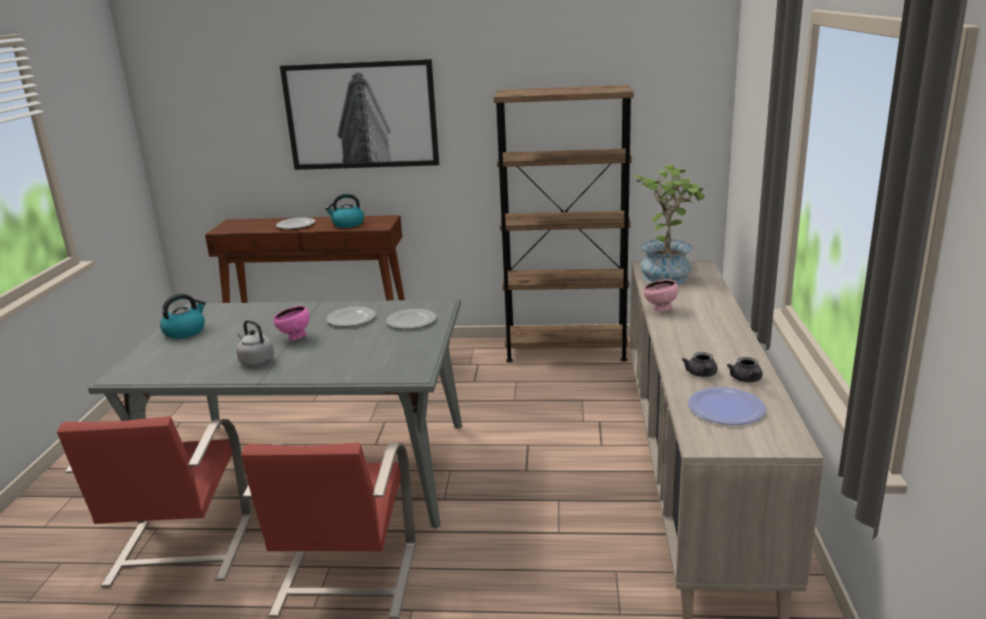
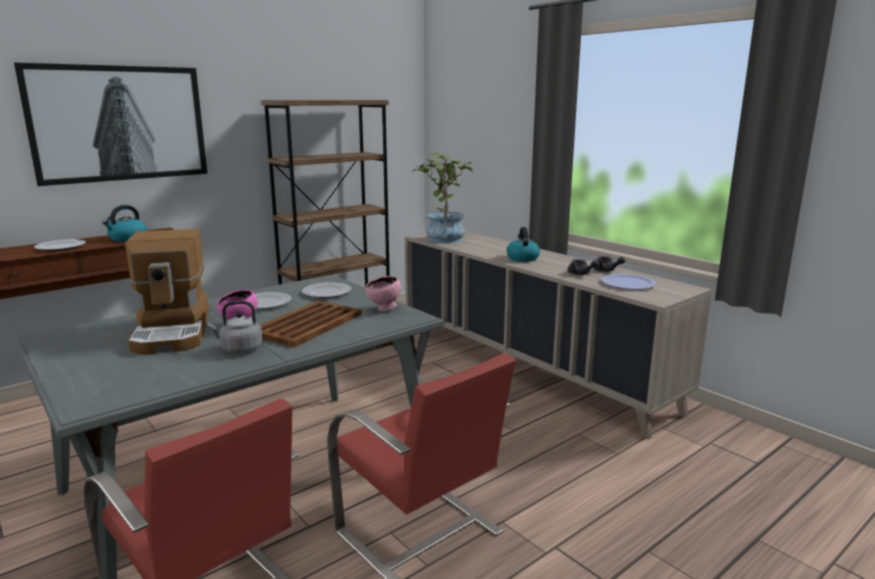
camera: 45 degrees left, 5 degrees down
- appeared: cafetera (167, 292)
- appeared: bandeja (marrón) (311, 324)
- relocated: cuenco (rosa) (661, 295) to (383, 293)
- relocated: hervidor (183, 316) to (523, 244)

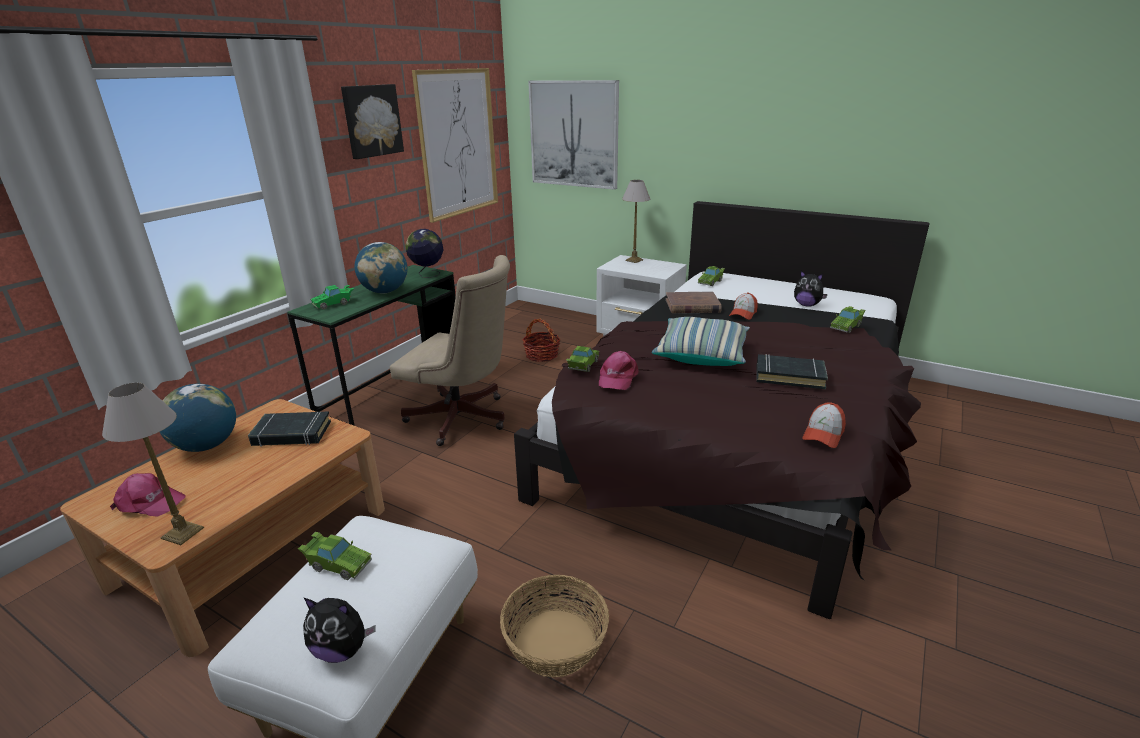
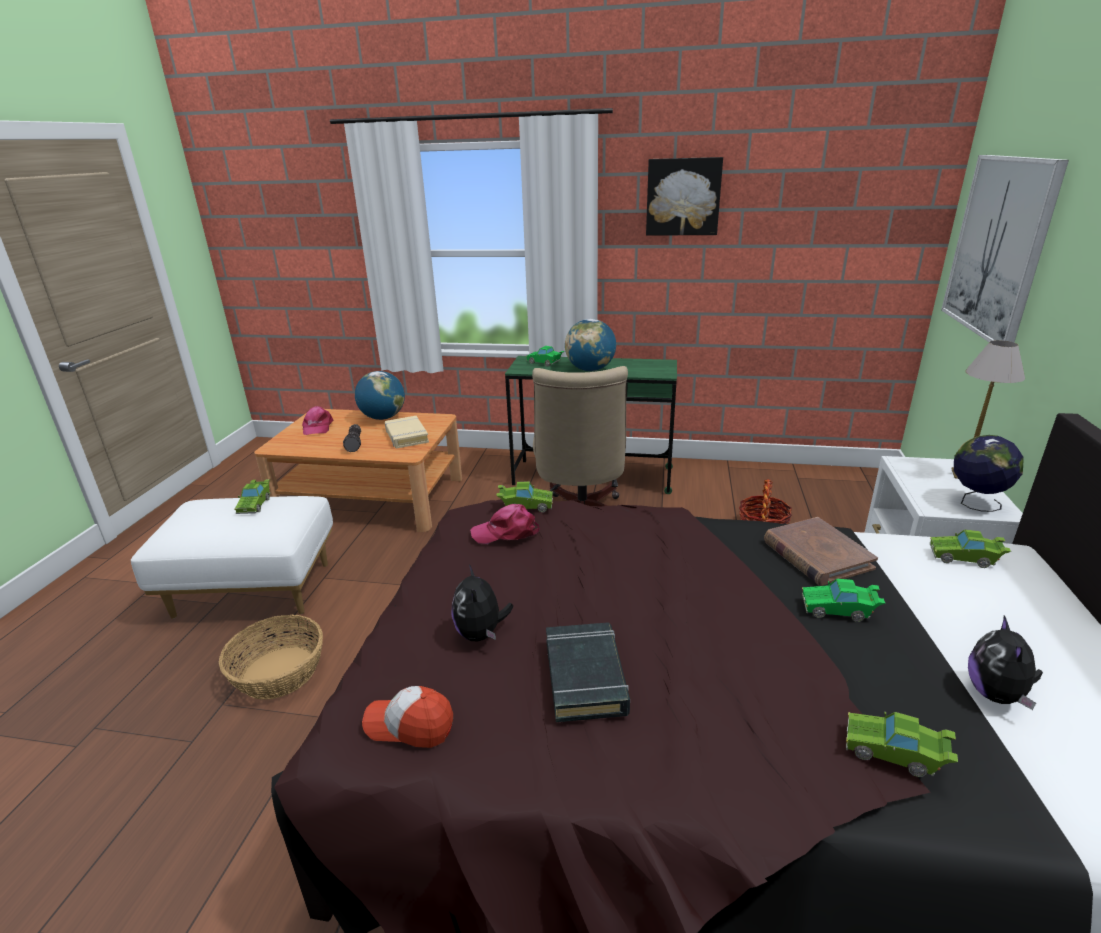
camera: 70 degrees right, 0 degrees up
- appeared: linterna (352, 438)
- colour: libro (negro) (289, 429) to libro (beis) (407, 432)
- relocated: peluche (339, 630) to (482, 602)
- exchanged: gorra (743, 306) to coche de juguete (verde) (843, 600)
- relocated: globo terráqueo (424, 253) to (989, 473)
- missing: lámpara de mesa (153, 464)
- missing: cuadro (455, 145)
- missing: cojín (701, 341)

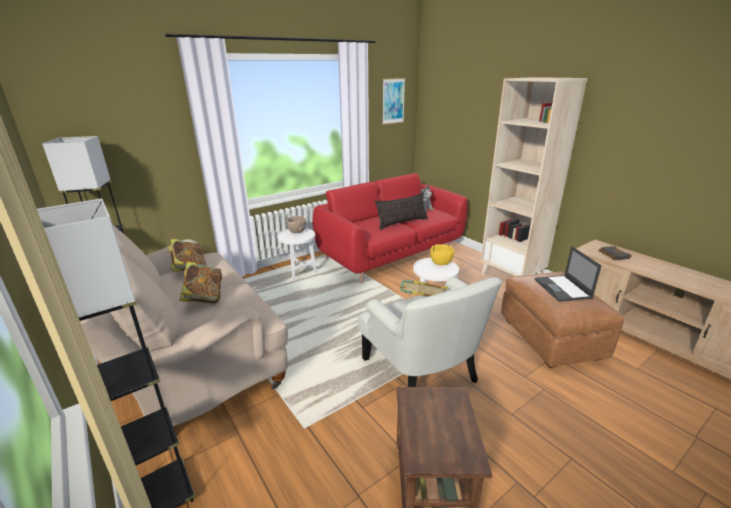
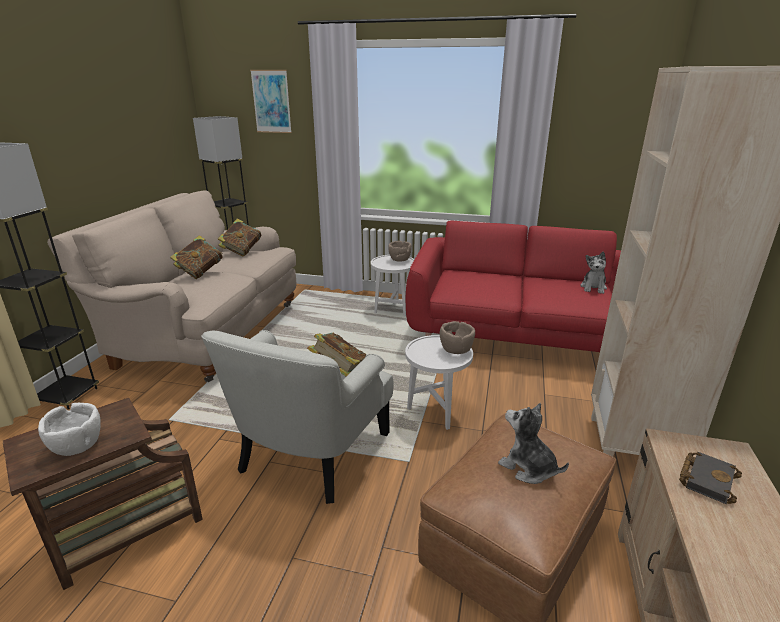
camera: 50 degrees right, 0 degrees up
- appeared: cuenco (blanco) (69, 429)
- relocated: cuadro (394, 101) to (271, 101)
- colour: cuenco (amarillo) (442, 254) to cuenco (marrón) (457, 337)
- exchanged: portátil (568, 274) to peluche (533, 443)
- missing: cojín (401, 211)

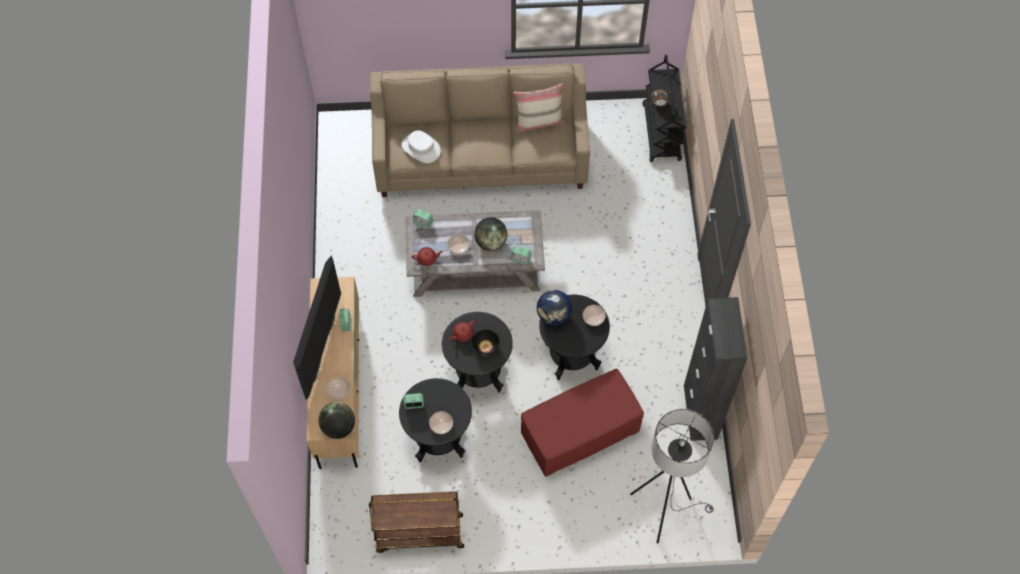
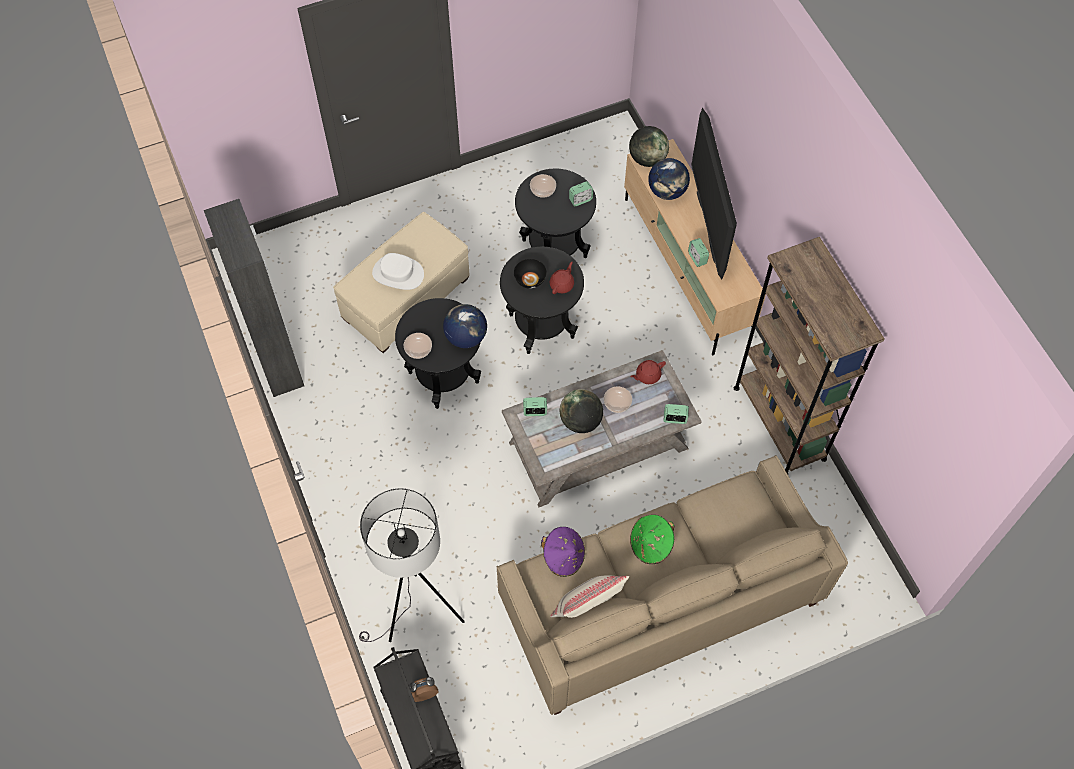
camera: 160 degrees right, 0 degrees up
- colour: puf (rojo) (582, 423) to puf (beis) (401, 282)
- relocated: lámpara de pie (gris) (672, 476) to (412, 565)
- relocated: sombrero (blanco) (421, 147) to (398, 271)
- appeared: sombrero (morado) (563, 552)
- appeared: sombrero (verde) (652, 539)
- exchanged: cuenco (338, 388) to globo terráqueo (669, 179)
- appeared: estantería (marrón) (809, 355)
- missing: carrito (marrón) (416, 522)

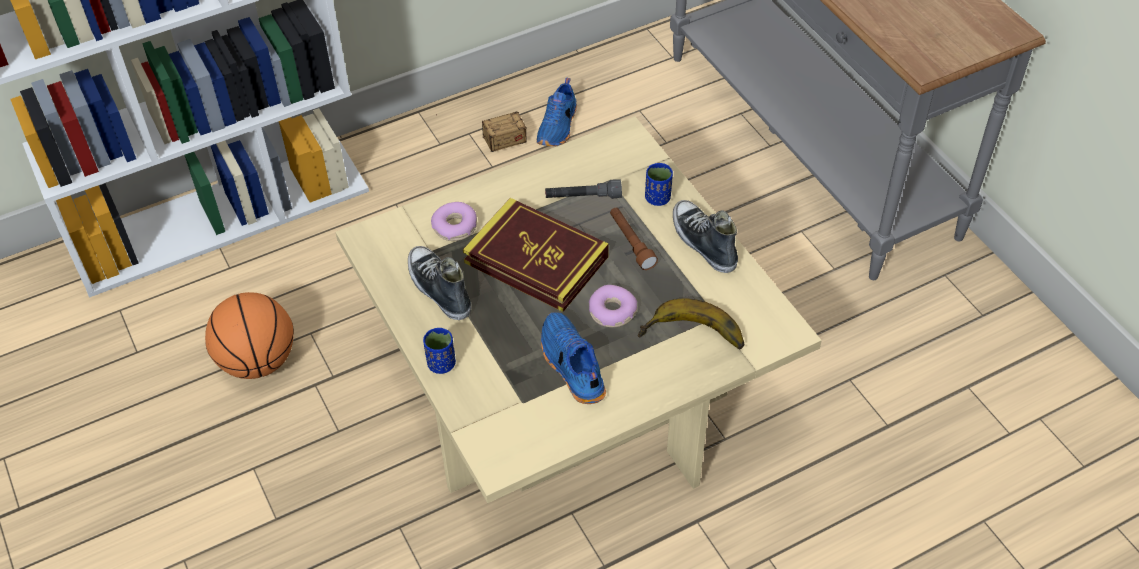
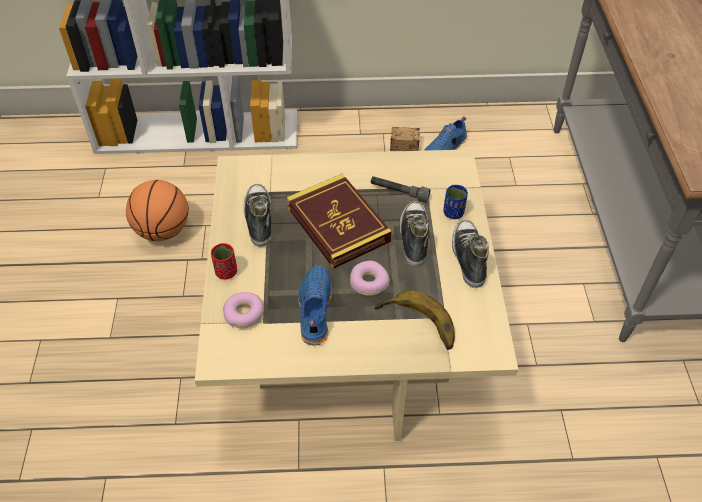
camera: 25 degrees right, 0 degrees up
- colour: taza (azul) (439, 351) to taza (rojo) (224, 261)
- relocated: rosquilla (454, 221) to (243, 310)
- exchanged: linterna (marrón) (634, 239) to zapato (414, 234)

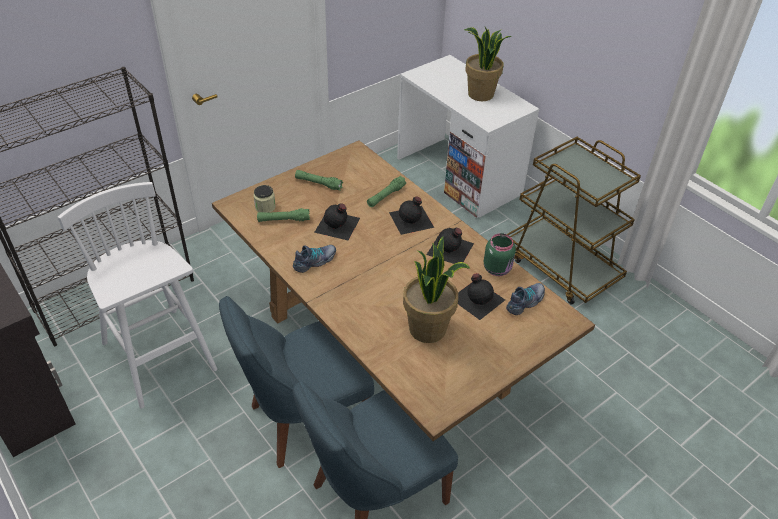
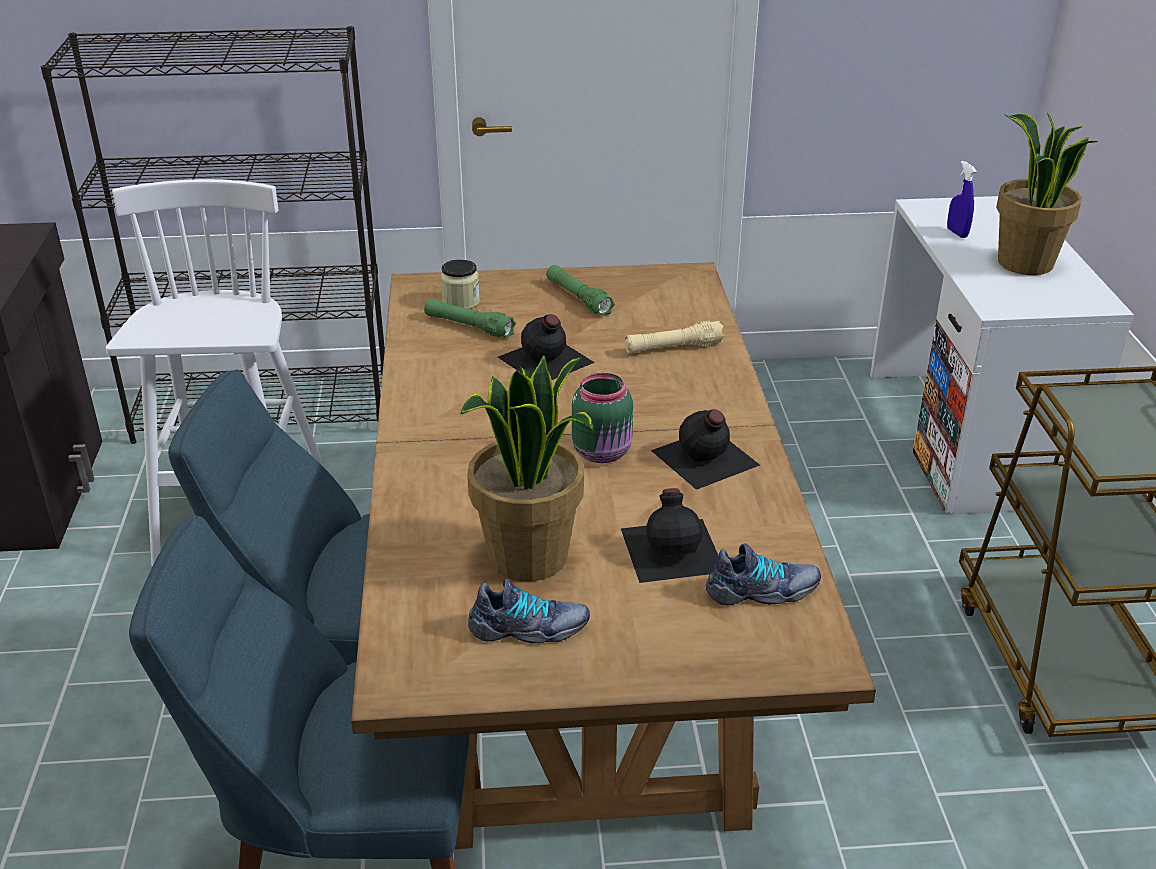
camera: 35 degrees right, 10 degrees down
- relocated: zapato (314, 259) to (529, 611)
- relocated: tarro (verde) (500, 254) to (602, 418)
- colour: linterna (verde) (386, 191) to linterna (beis) (674, 337)
- appeared: pulverizador (azul) (962, 199)
- missing: botella (negro) (412, 216)

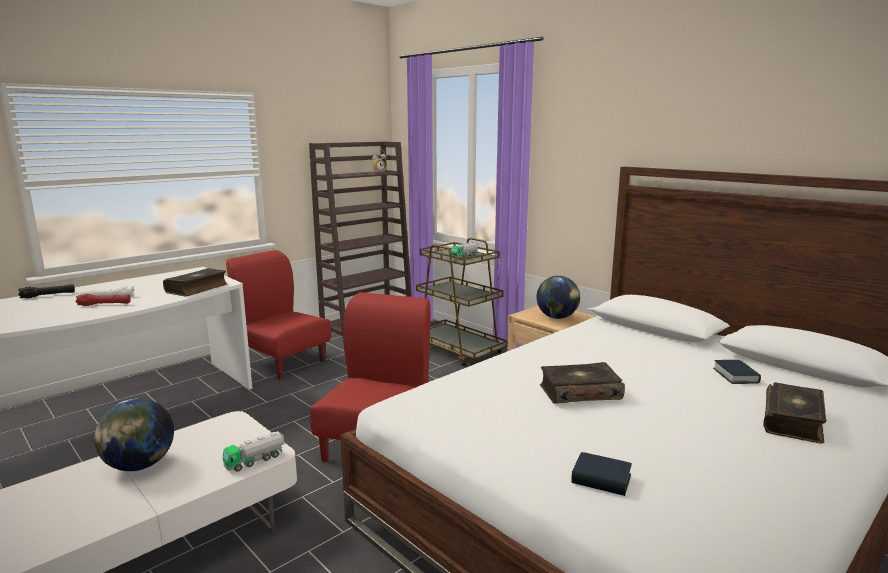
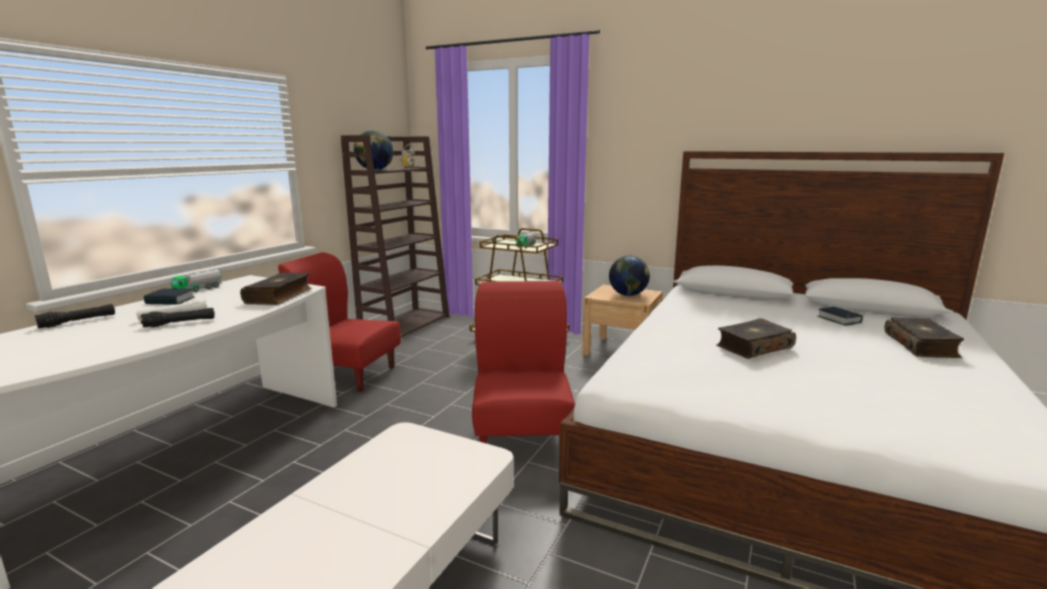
camera: 20 degrees left, 0 degrees up
- colour: linterna (rojo) (103, 300) to linterna (negro) (177, 318)
- relocated: libro (601, 474) to (169, 297)
- relocated: camión de juguete (253, 451) to (196, 280)
- relocated: globo terráqueo (134, 434) to (373, 150)

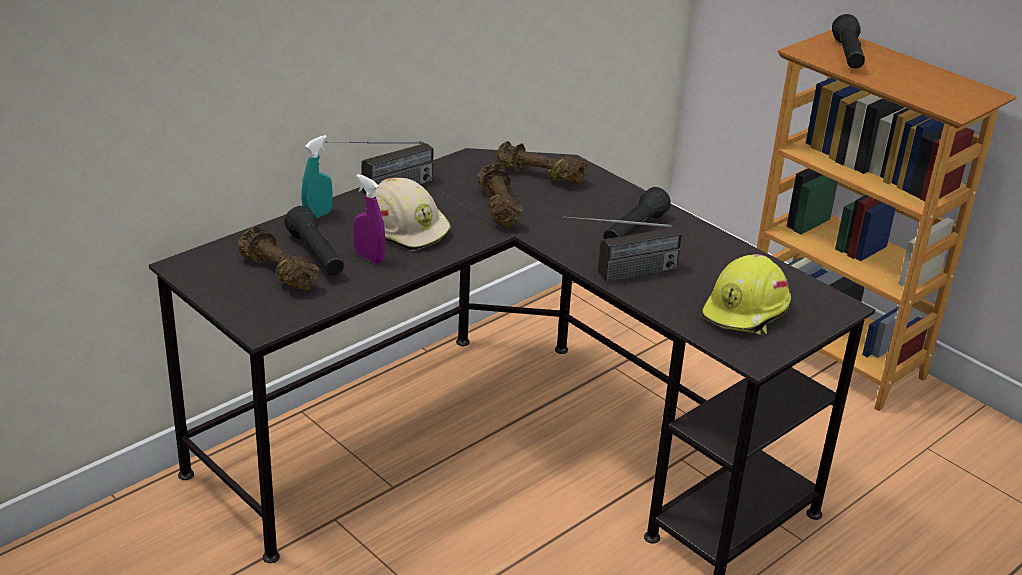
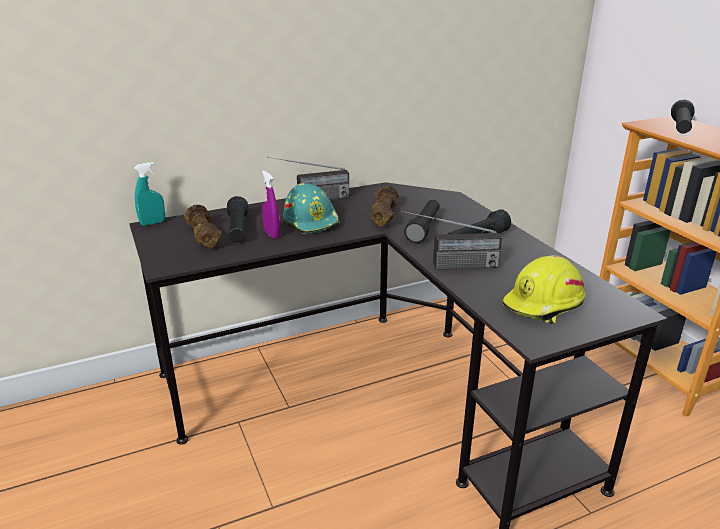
camera: 20 degrees right, 5 degrees down
- relocated: pulverizador (turquesa) (317, 176) to (149, 194)
- colour: casco (beis) (413, 214) to casco (turquesa) (311, 208)
- appeared: linterna (negro) (422, 221)
- missing: mancuerna (marrón) (542, 162)

